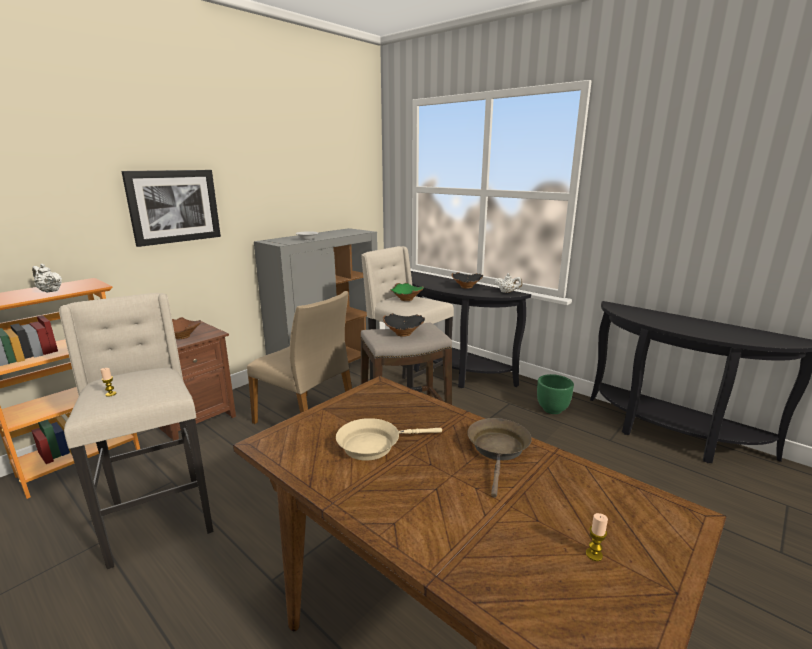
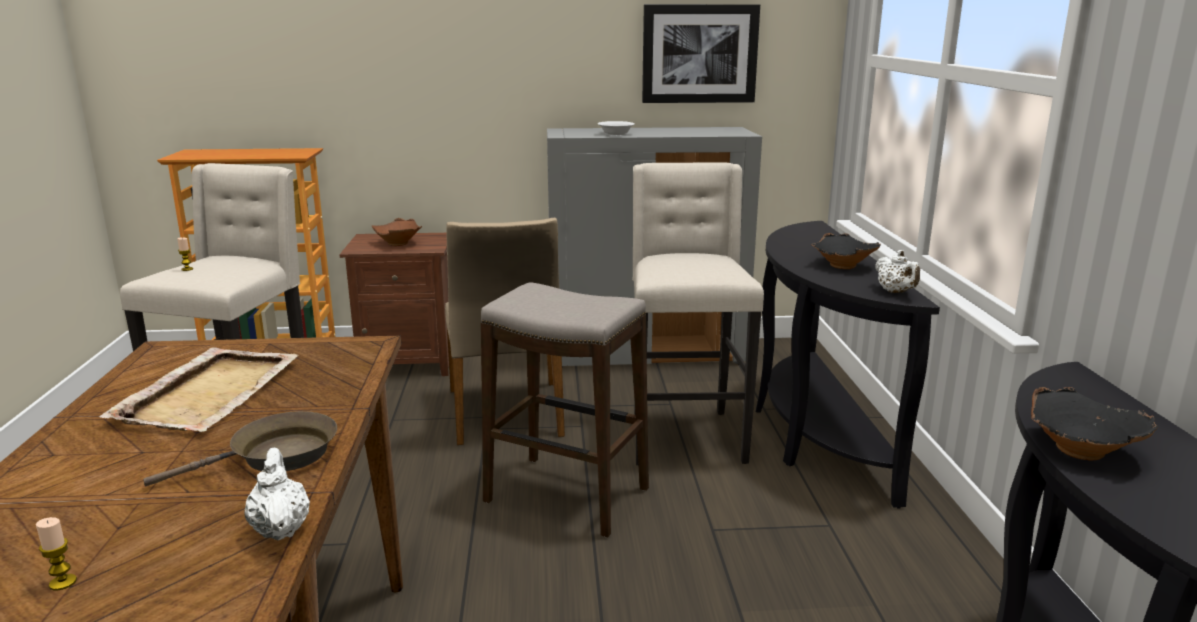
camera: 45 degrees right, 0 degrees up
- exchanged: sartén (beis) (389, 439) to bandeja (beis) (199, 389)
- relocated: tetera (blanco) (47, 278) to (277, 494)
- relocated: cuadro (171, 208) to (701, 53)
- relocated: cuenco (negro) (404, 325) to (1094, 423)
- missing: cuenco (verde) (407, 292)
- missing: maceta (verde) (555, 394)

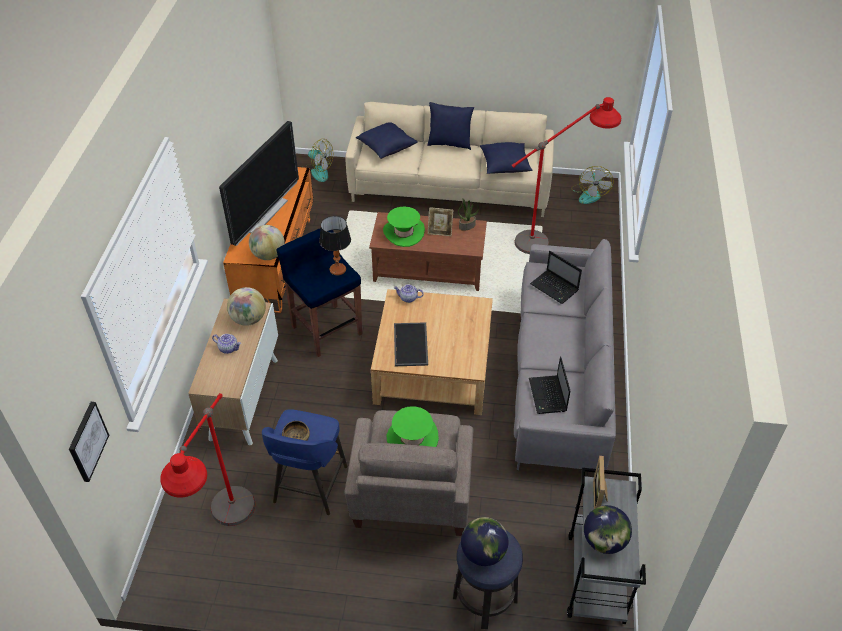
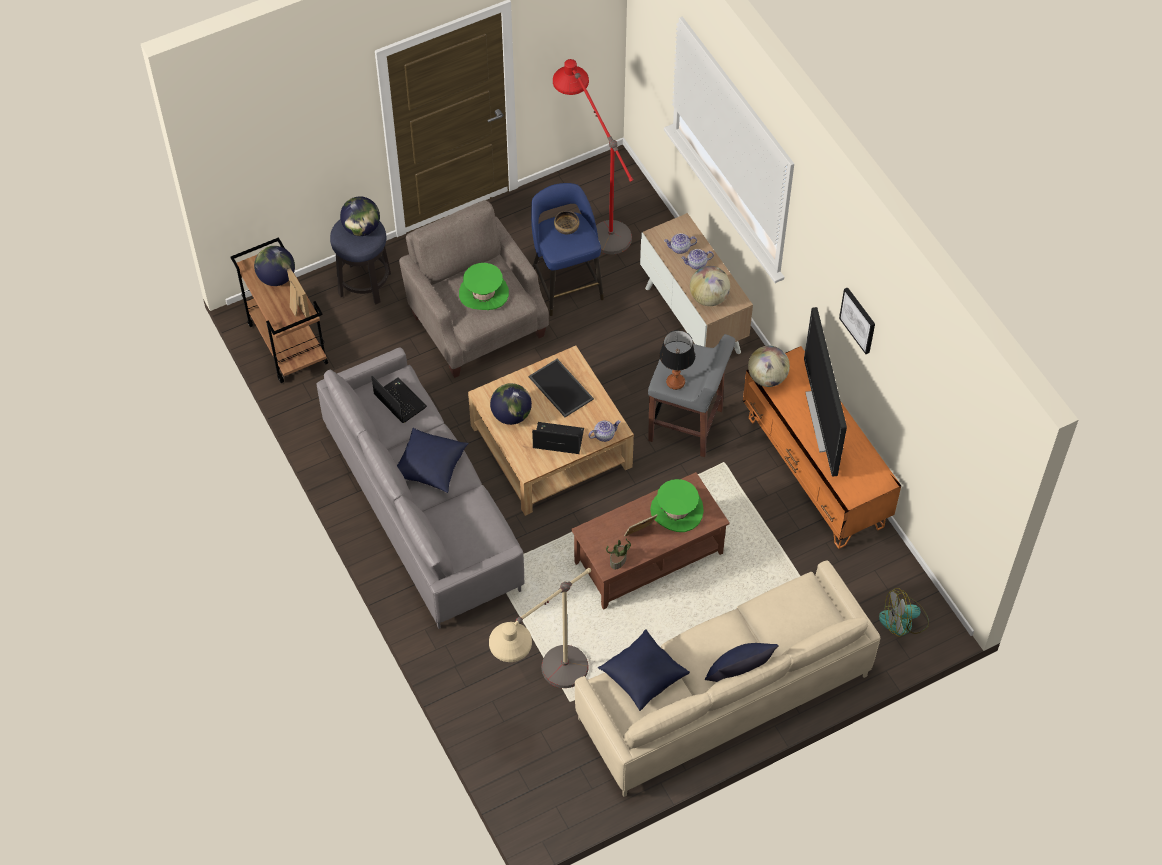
camera: 145 degrees right, 10 degrees up
- colour: carrito (gris) (606, 546) to carrito (marrón) (279, 310)
- relocated: cojín (azul) (387, 140) to (433, 460)
- colour: lámpara de pie (rojo) (566, 175) to lámpara de pie (beis) (540, 628)
- appeared: globo terráqueo (511, 404)
- relocated: portátil (556, 277) to (558, 438)
- colour: taburete (azul) (319, 292) to taburete (gris) (691, 395)
- appeared: tetera (680, 243)
- relocated: cuadro (89, 442) to (857, 320)
- missing: ventilador (592, 185)

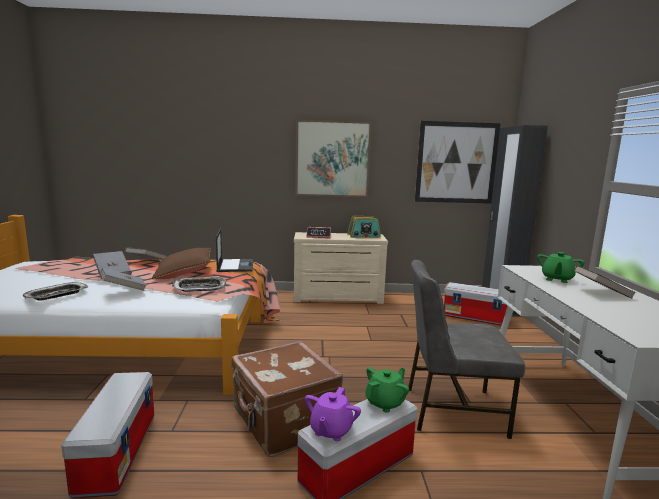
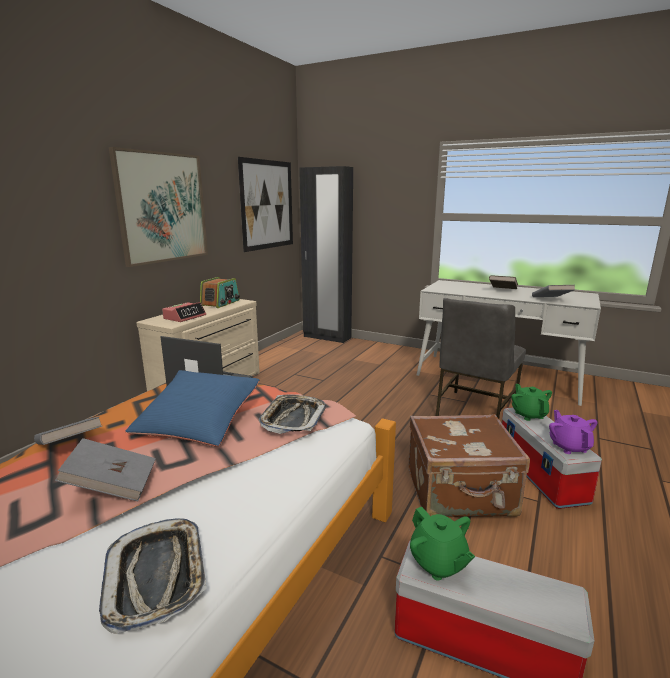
camera: 60 degrees left, 5 degrees up
- colour: cojín (marrón) (181, 263) to cojín (azul) (192, 408)
- relocated: tetera (verde) (561, 267) to (442, 544)
- relocated: libro (gris) (123, 279) to (553, 291)
- spun: tetera (morado) (333, 414) = (573, 432) 150 degrees counterclockwise
- missing: caja de almacenaje (476, 304)

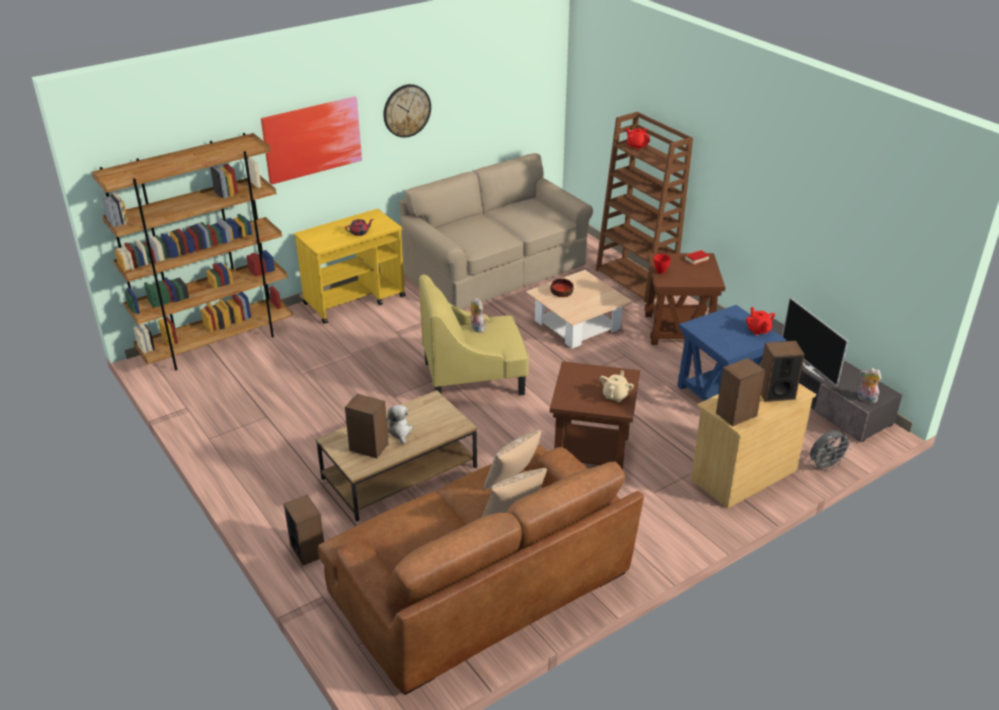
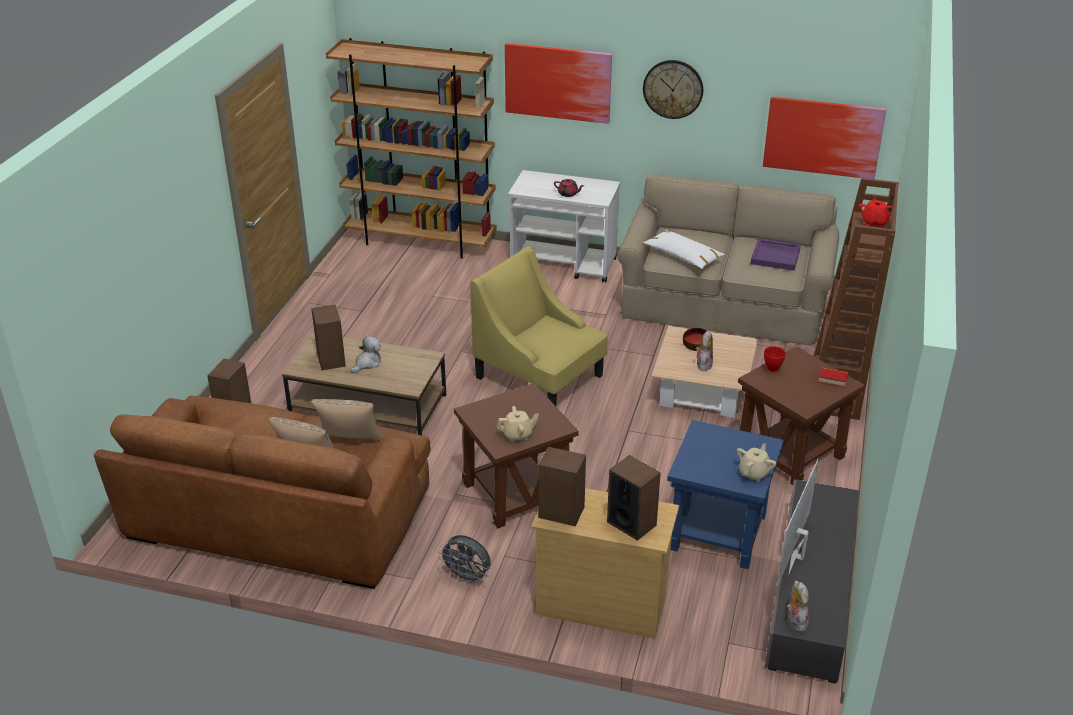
camera: 50 degrees right, 0 degrees up
- relocated: ventilador (gris) (831, 450) to (464, 560)
- colour: carrito (amarillo) (349, 266) to carrito (blanco) (564, 226)
- appeared: cojín (blanco) (684, 249)
- relocated: peluche (478, 315) to (704, 351)
- colour: tetera (rojo) (760, 321) to tetera (beis) (756, 462)
- appeared: bandeja (morado) (776, 254)
- appeared: cuadro (824, 138)

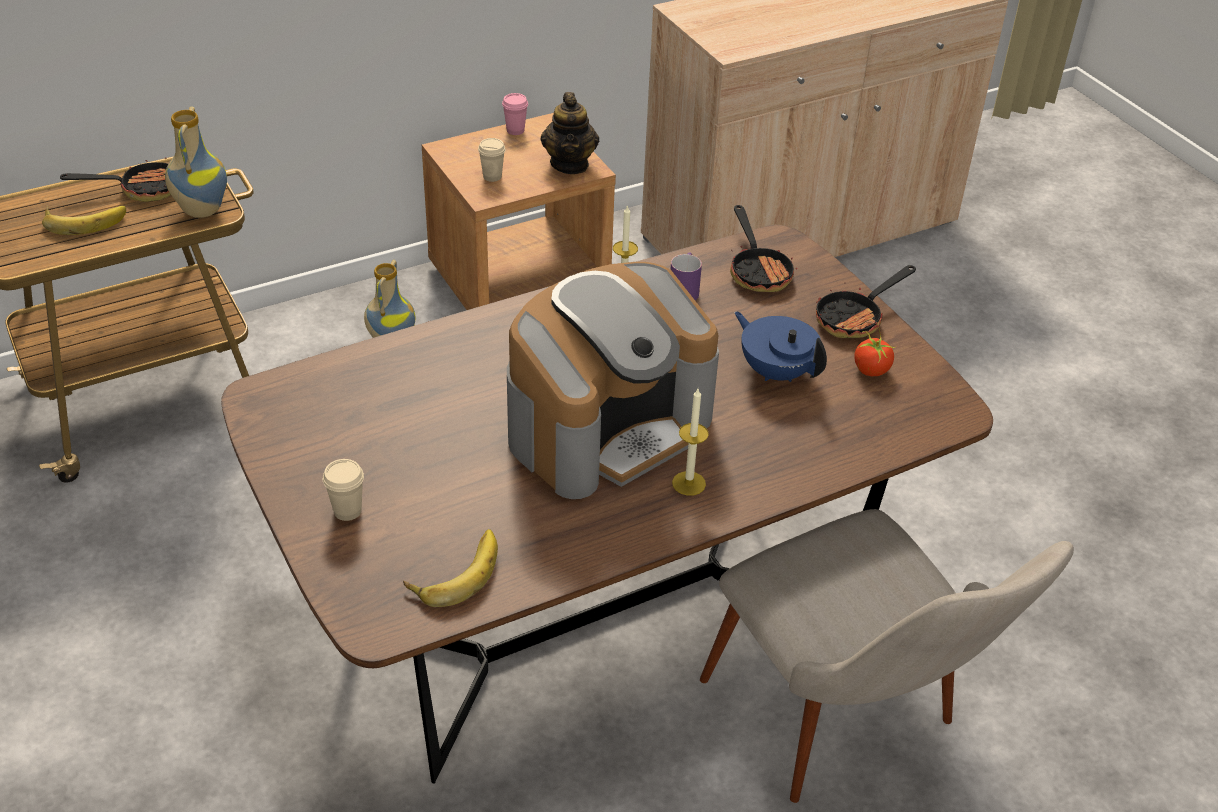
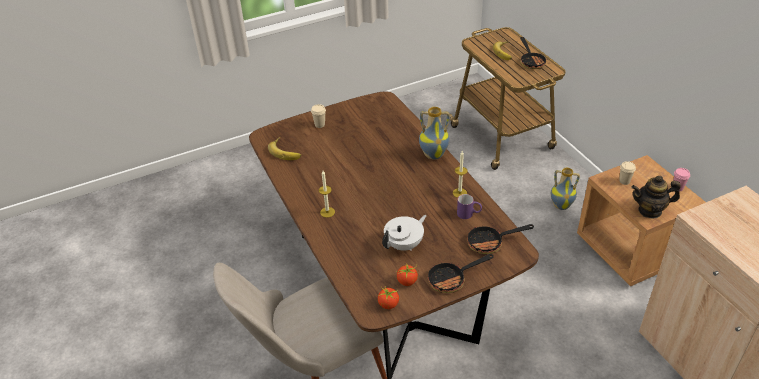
camera: 95 degrees right, 0 degrees up
- appeared: tomate (388, 298)
- colour: tetera (azul) (781, 346) to tetera (blanco) (404, 233)
- relocated: florero (196, 162) to (434, 133)
- spun: sartén (866, 301) = (461, 273) 75 degrees counterclockwise
- missing: cafetera (613, 380)

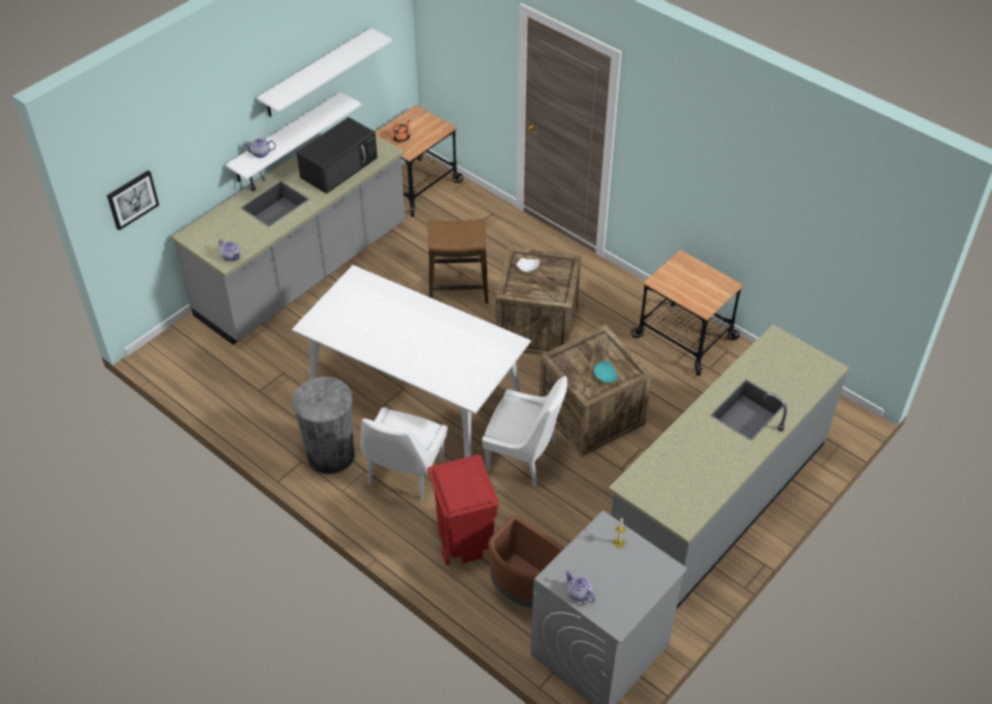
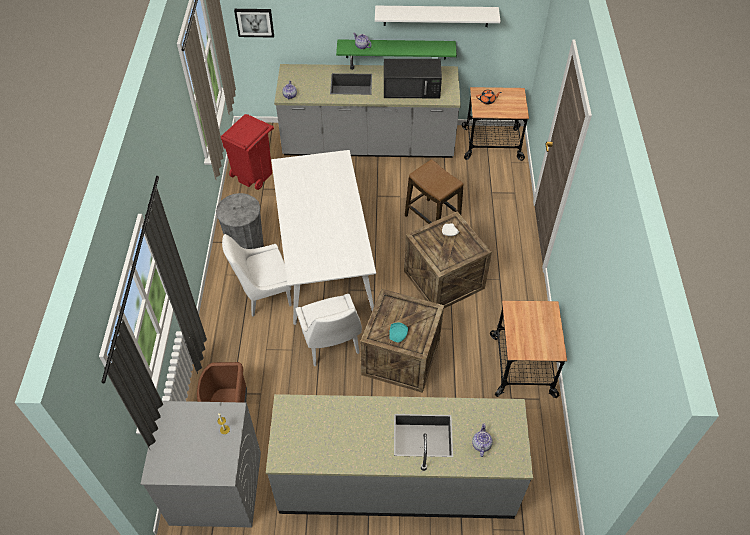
camera: 50 degrees right, 5 degrees up
- relocated: papelera (rojo) (463, 510) to (247, 152)
- colour: estante (blanco) (293, 137) to estante (verde) (396, 49)
- relocated: tetera (580, 587) to (482, 440)

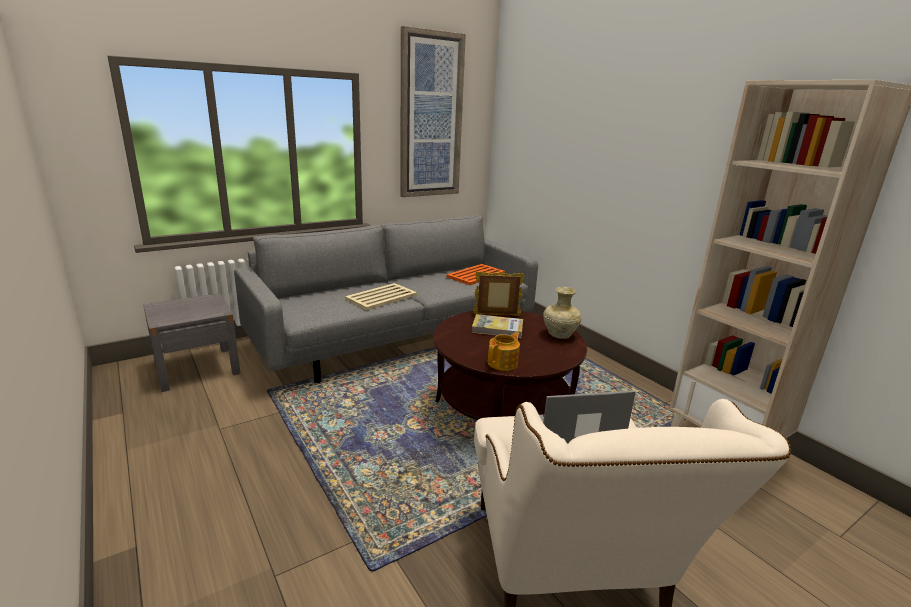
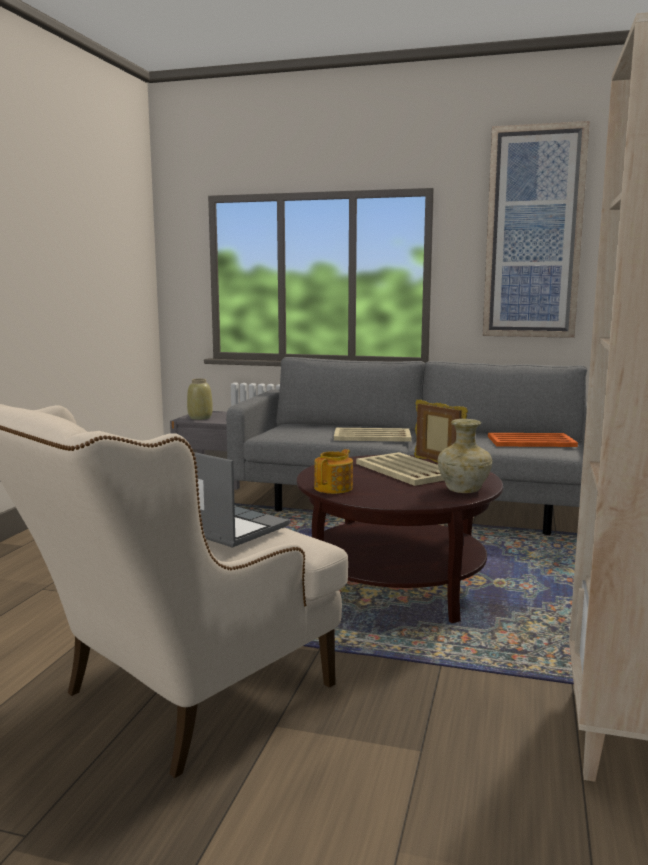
camera: 50 degrees right, 10 degrees down
- appeared: florero (beis) (200, 399)
- spun: tetera (504, 351) = (333, 471) 60 degrees counterclockwise
- exchanged: libro (497, 326) to bandeja (beis) (400, 469)

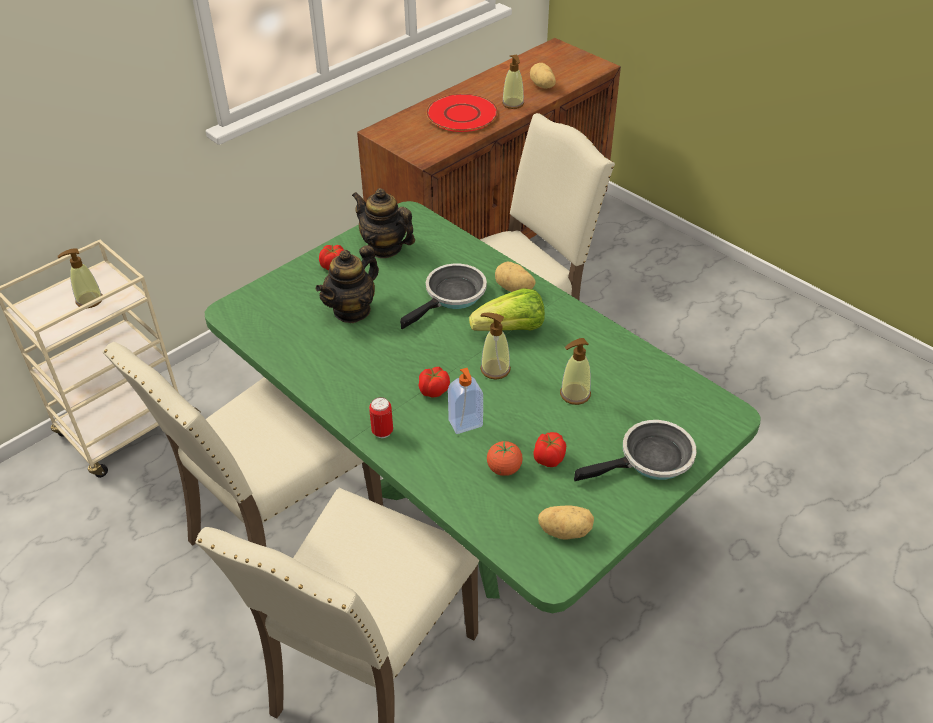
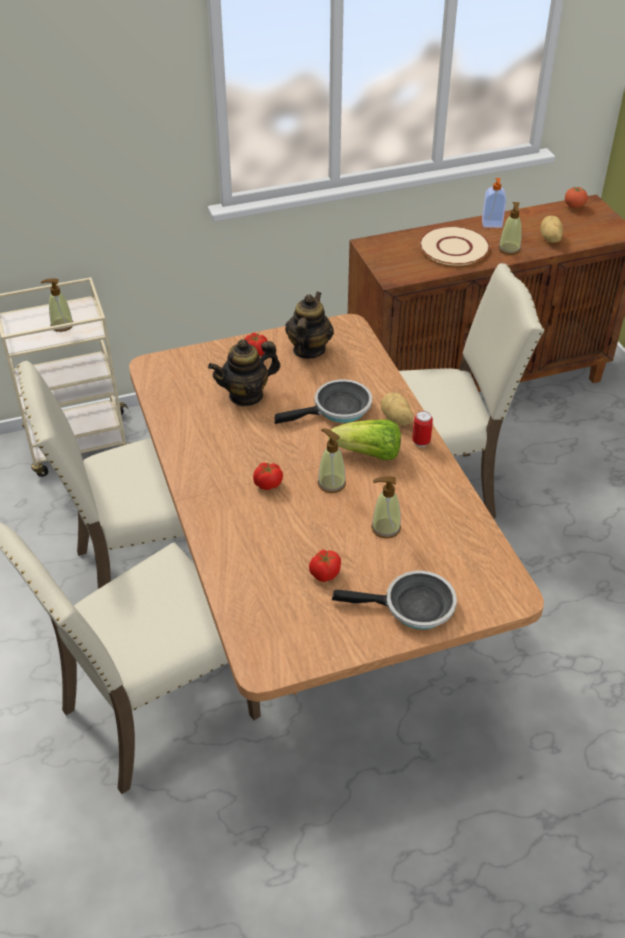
camera: 25 degrees right, 0 degrees up
- colour: mesa de comedor (verde) (483, 407) to mesa de comedor (marrón) (336, 508)
- spun: tetera (383, 223) = (309, 325) 45 degrees clockwise
- relocated: lata (381, 417) to (422, 429)
- colour: plato (rojo) (462, 113) to plato (beis) (454, 246)
- relocated: dispensador de jabón (465, 401) to (494, 203)
- relocated: tomate (505, 458) to (576, 197)
- missing: patata (566, 523)

